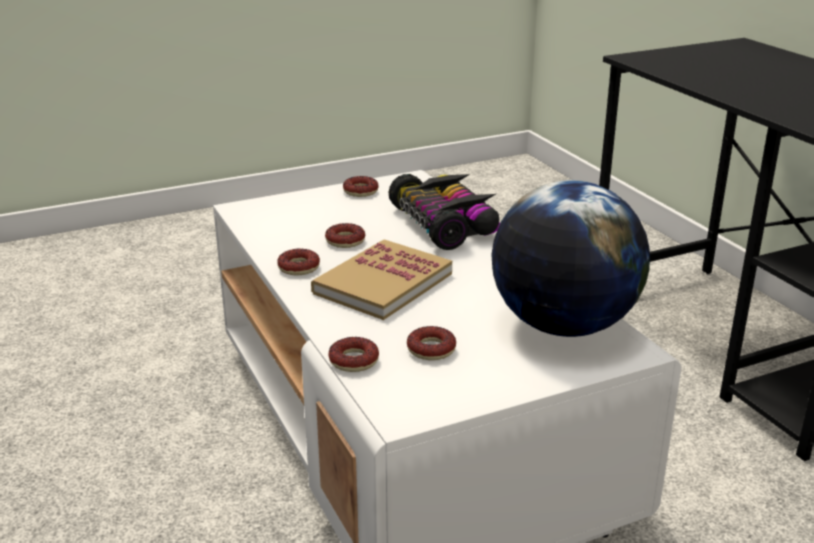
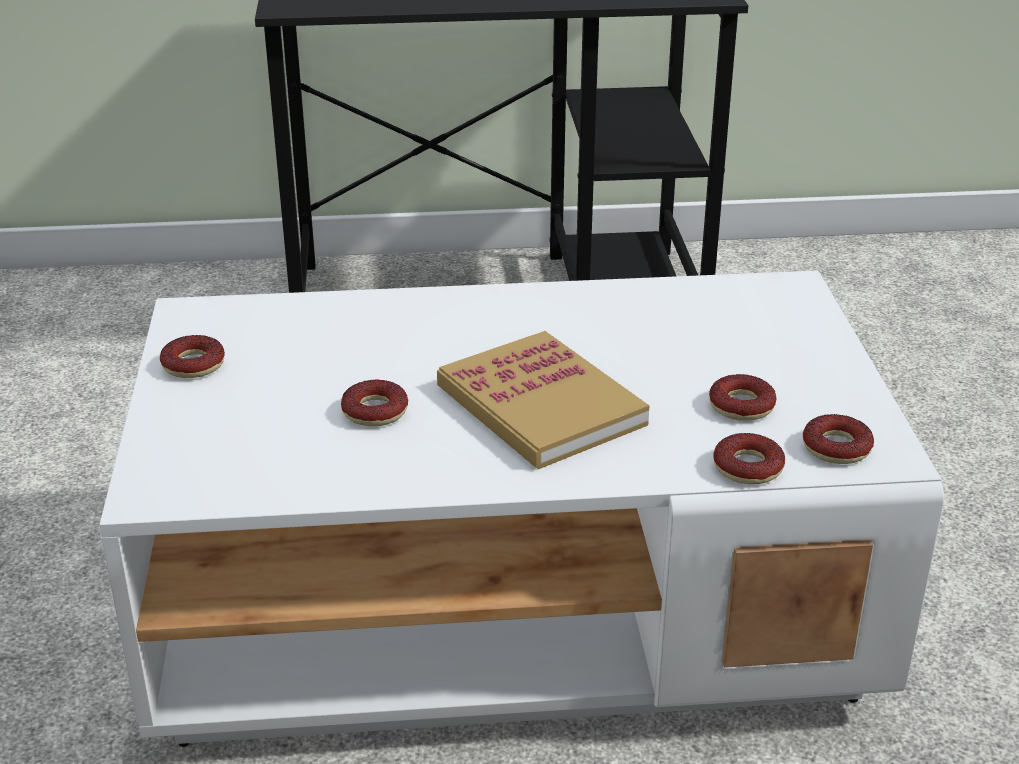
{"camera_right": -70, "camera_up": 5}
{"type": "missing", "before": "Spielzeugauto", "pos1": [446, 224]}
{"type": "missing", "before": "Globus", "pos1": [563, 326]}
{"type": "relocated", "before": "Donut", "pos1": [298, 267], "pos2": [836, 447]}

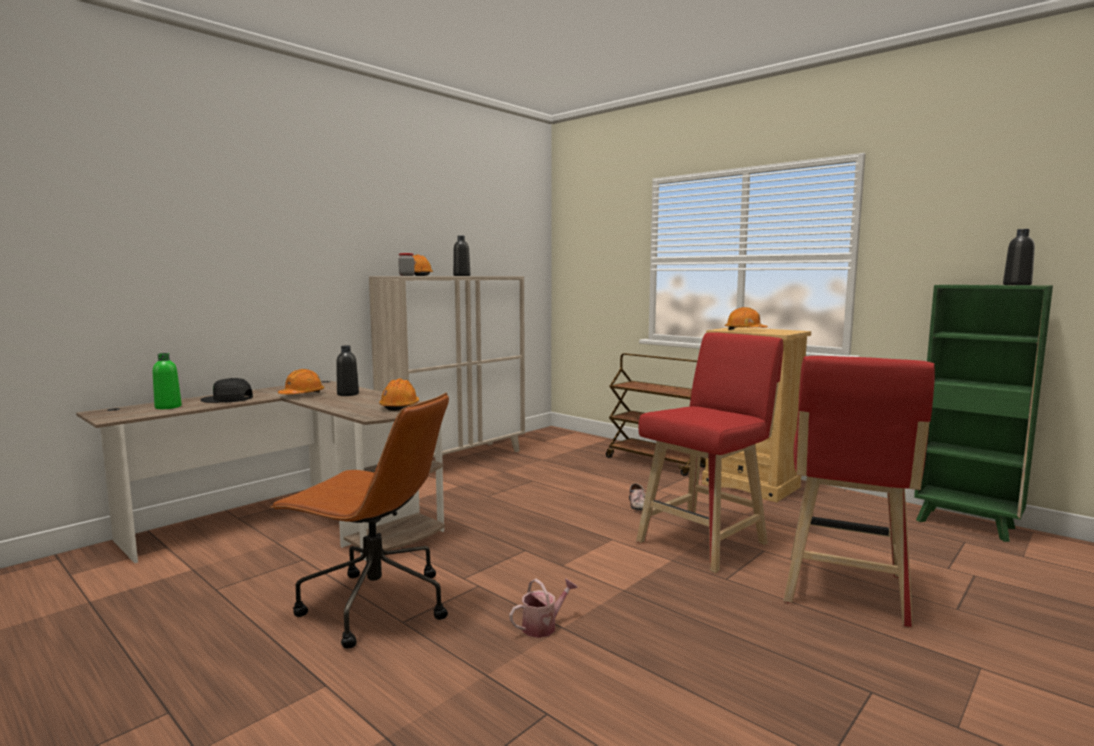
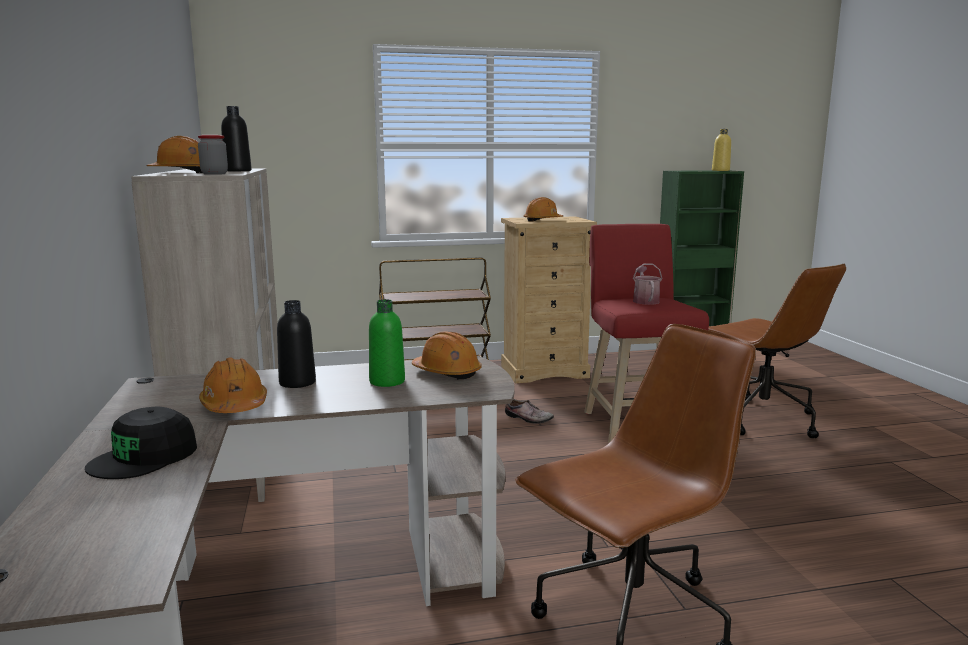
{"camera_right": -55, "camera_up": 5}
{"type": "colour", "before": "Flasche/schwarz", "after": "Flasche/gelb", "pos1": [1017, 285], "pos2": [720, 170]}
{"type": "relocated", "before": "Flasche/grün", "pos1": [168, 407], "pos2": [387, 381]}
{"type": "exchanged", "before": "Hocker/rot", "after": "Bürostuhl/braun", "pos1": [844, 593], "pos2": [760, 418]}
{"type": "relocated", "before": "Gießkanne", "pos1": [543, 626], "pos2": [645, 300]}

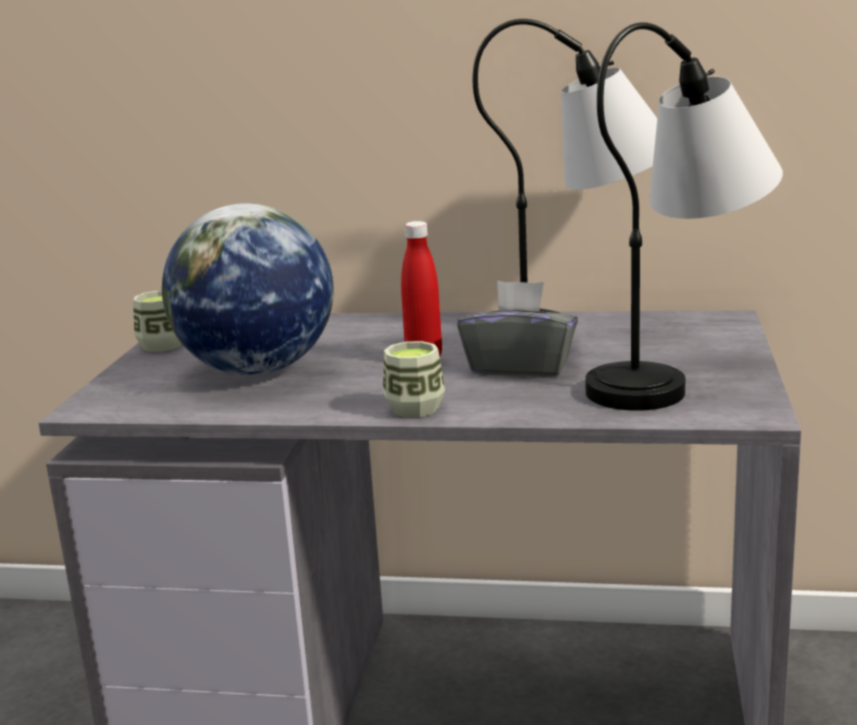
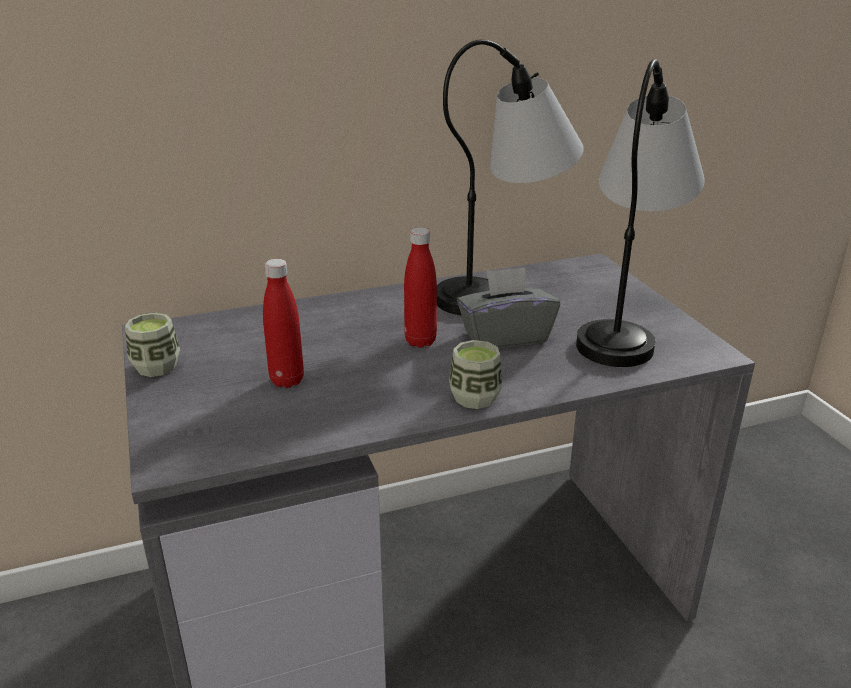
{"camera_right": -30, "camera_up": 10}
{"type": "exchanged", "before": "Globus", "after": "Flasche/rot", "pos1": [256, 370], "pos2": [287, 380]}

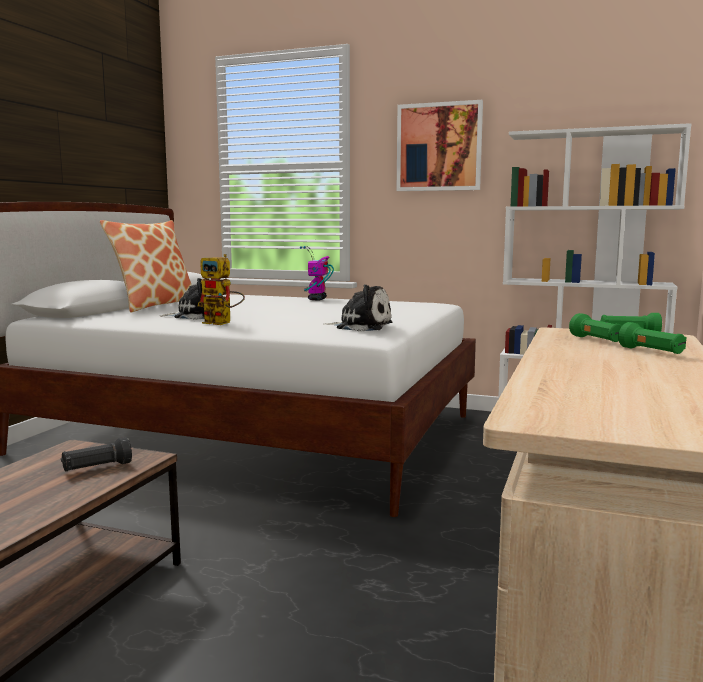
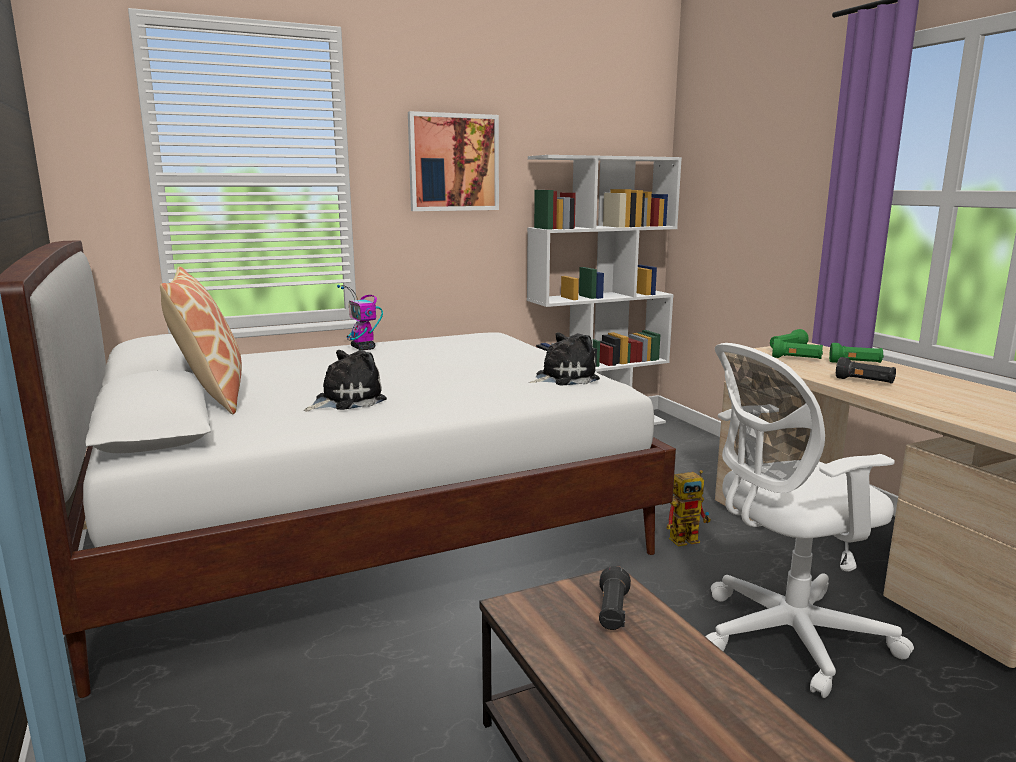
{"camera_right": -45, "camera_up": 5}
{"type": "relocated", "before": "Spielzeugroboter", "pos1": [223, 323], "pos2": [688, 538]}
{"type": "appeared", "after": "Bürostuhl/weiß", "pos2": [784, 637]}
{"type": "appeared", "after": "Taschenlampe/schwarz", "pos2": [864, 382]}

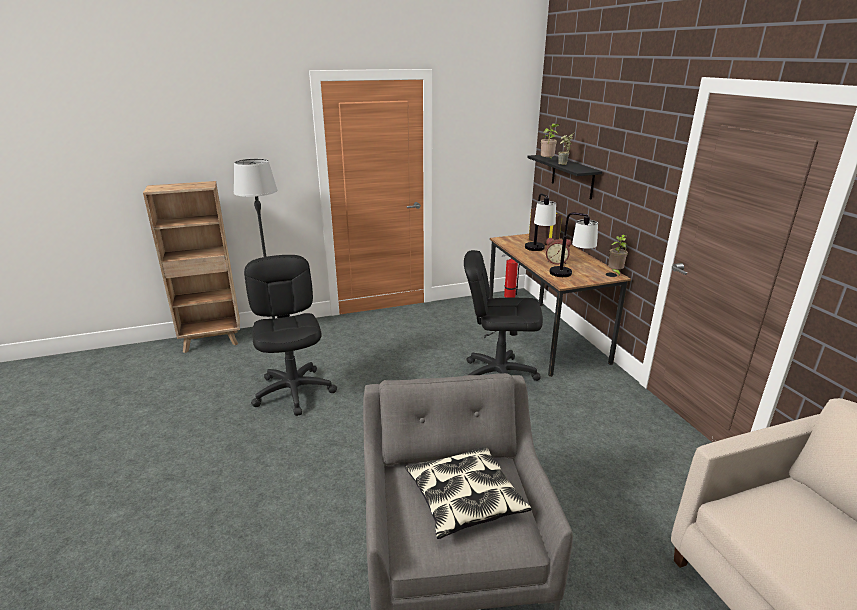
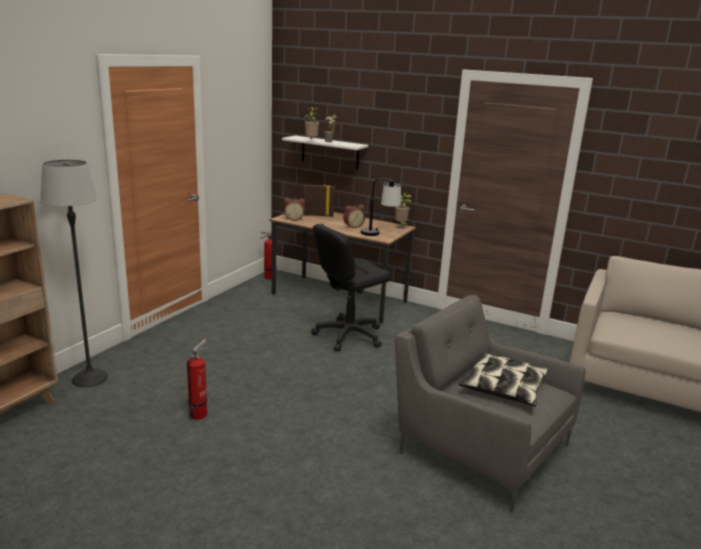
{"camera_right": -45, "camera_up": -5}
{"type": "colour", "before": "Wandregal/schwarz", "after": "Wandregal/weiß", "pos1": [572, 176], "pos2": [330, 152]}
{"type": "missing", "before": "Tischlampe", "pos1": [538, 251]}
{"type": "exchanged", "before": "Bürostuhl/schwarz", "after": "Feuerlöscher", "pos1": [294, 391], "pos2": [200, 413]}
{"type": "appeared", "after": "Wecker", "pos2": [294, 219]}

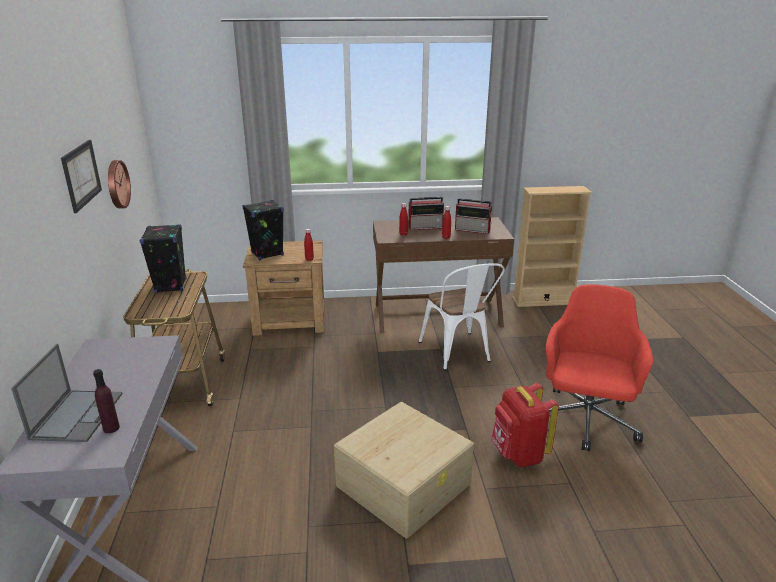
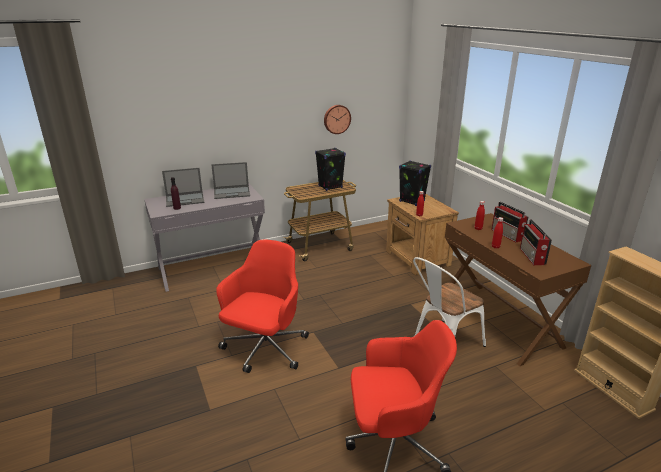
{"camera_right": 70, "camera_up": 0}
{"type": "missing", "before": "Bild", "pos1": [81, 175]}
{"type": "missing", "before": "Rucksack/rot", "pos1": [518, 454]}
{"type": "exchanged", "before": "Aufbewahrungsbox/beige", "after": "Bürostuhl/rot", "pos1": [404, 484], "pos2": [265, 349]}
{"type": "appeared", "after": "Laptop", "pos2": [232, 192]}

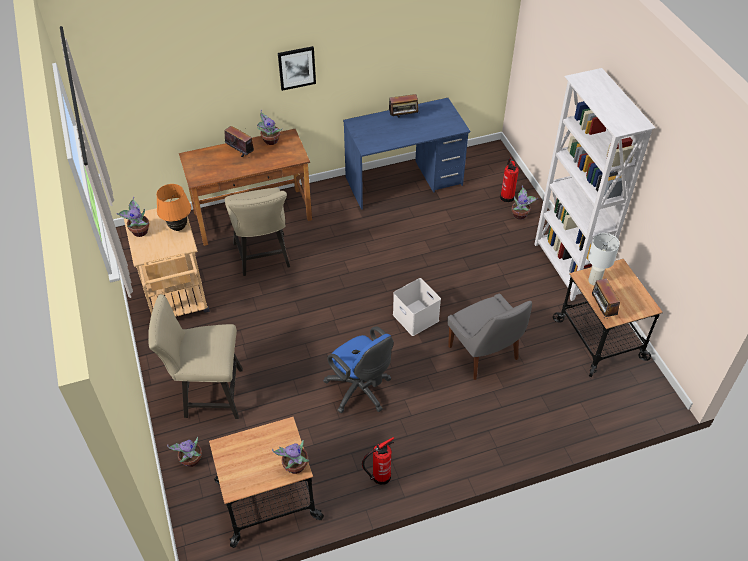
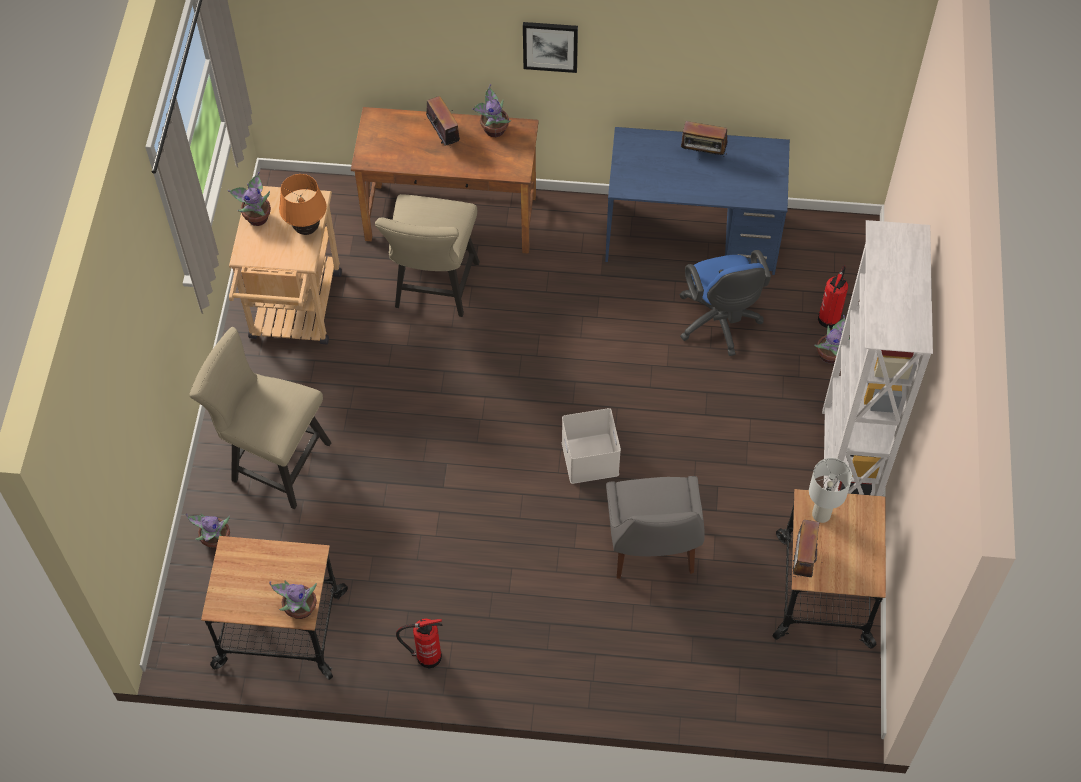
{"camera_right": 25, "camera_up": 10}
{"type": "relocated", "before": "Bürostuhl/blau", "pos1": [360, 391], "pos2": [719, 324]}

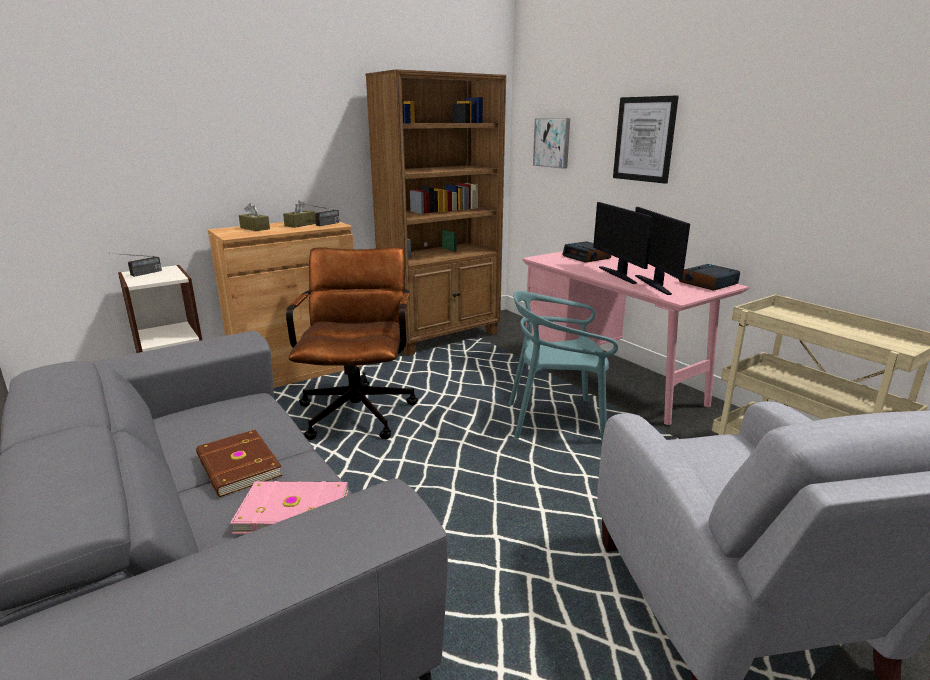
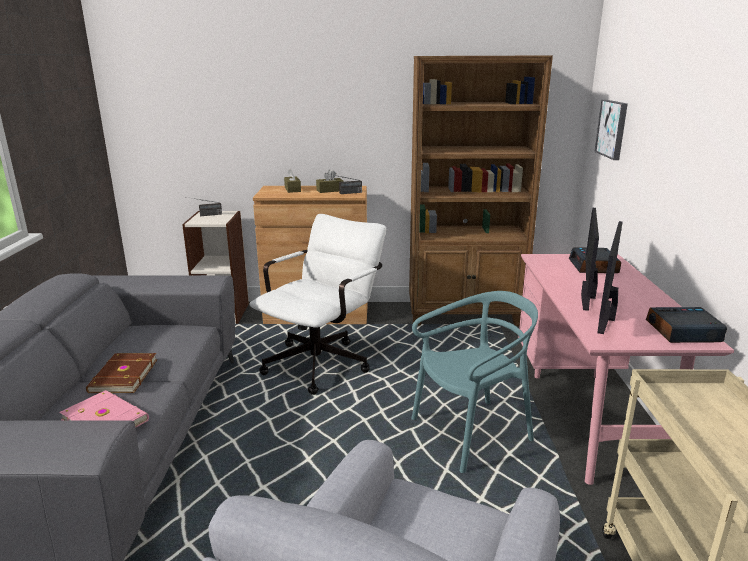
{"camera_right": 35, "camera_up": 0}
{"type": "missing", "before": "Bild", "pos1": [644, 139]}
{"type": "colour", "before": "Bürostuhl/braun", "after": "Bürostuhl/weiß", "pos1": [359, 408], "pos2": [323, 361]}
{"type": "spun", "before": "Stuhl/türkis", "pos1": [556, 420], "pos2": [471, 432], "turn": 120}

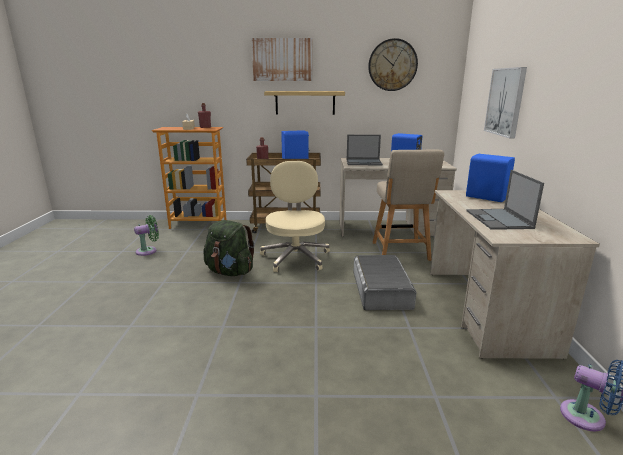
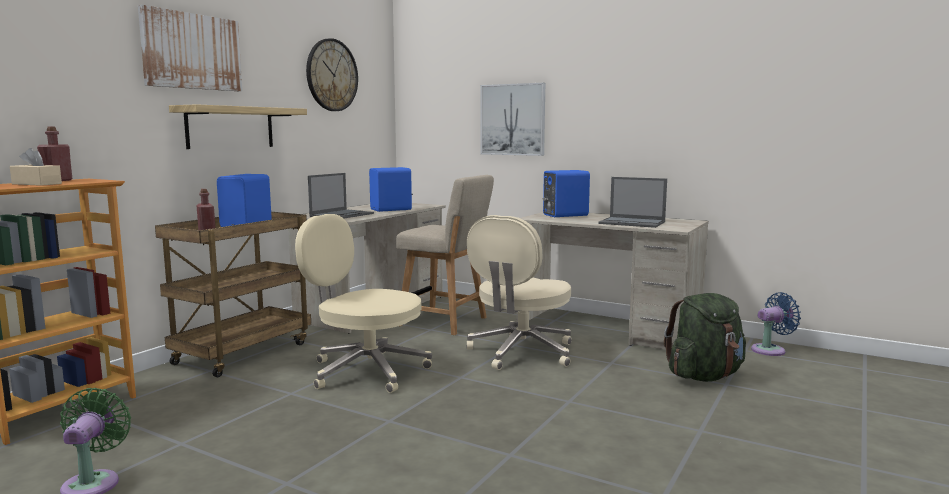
{"camera_right": -60, "camera_up": -10}
{"type": "relocated", "before": "Rucksack/grün", "pos1": [230, 272], "pos2": [704, 376]}
{"type": "exchanged", "before": "Aufbewahrungsbox/grau", "after": "Bürostuhl/beige", "pos1": [381, 289], "pos2": [521, 352]}

